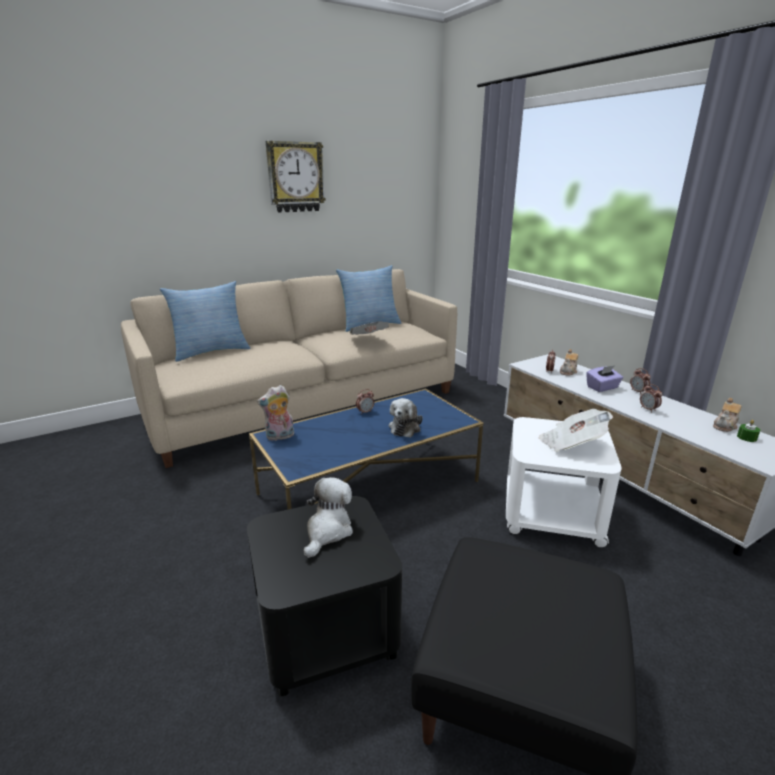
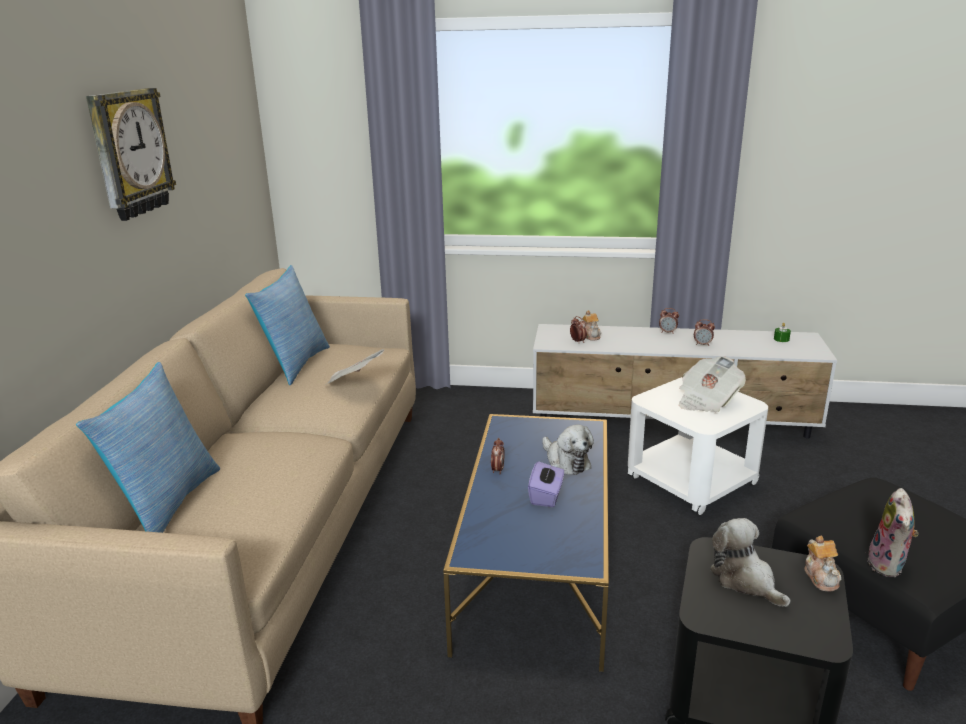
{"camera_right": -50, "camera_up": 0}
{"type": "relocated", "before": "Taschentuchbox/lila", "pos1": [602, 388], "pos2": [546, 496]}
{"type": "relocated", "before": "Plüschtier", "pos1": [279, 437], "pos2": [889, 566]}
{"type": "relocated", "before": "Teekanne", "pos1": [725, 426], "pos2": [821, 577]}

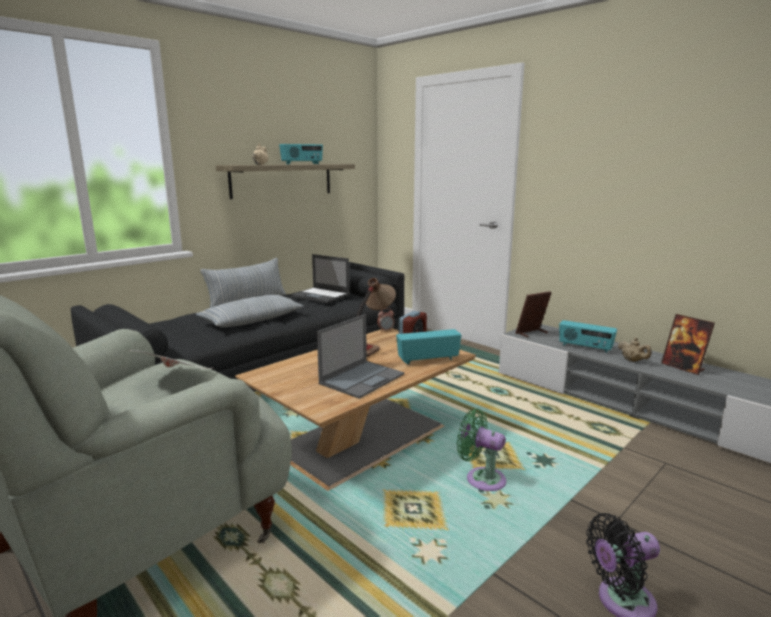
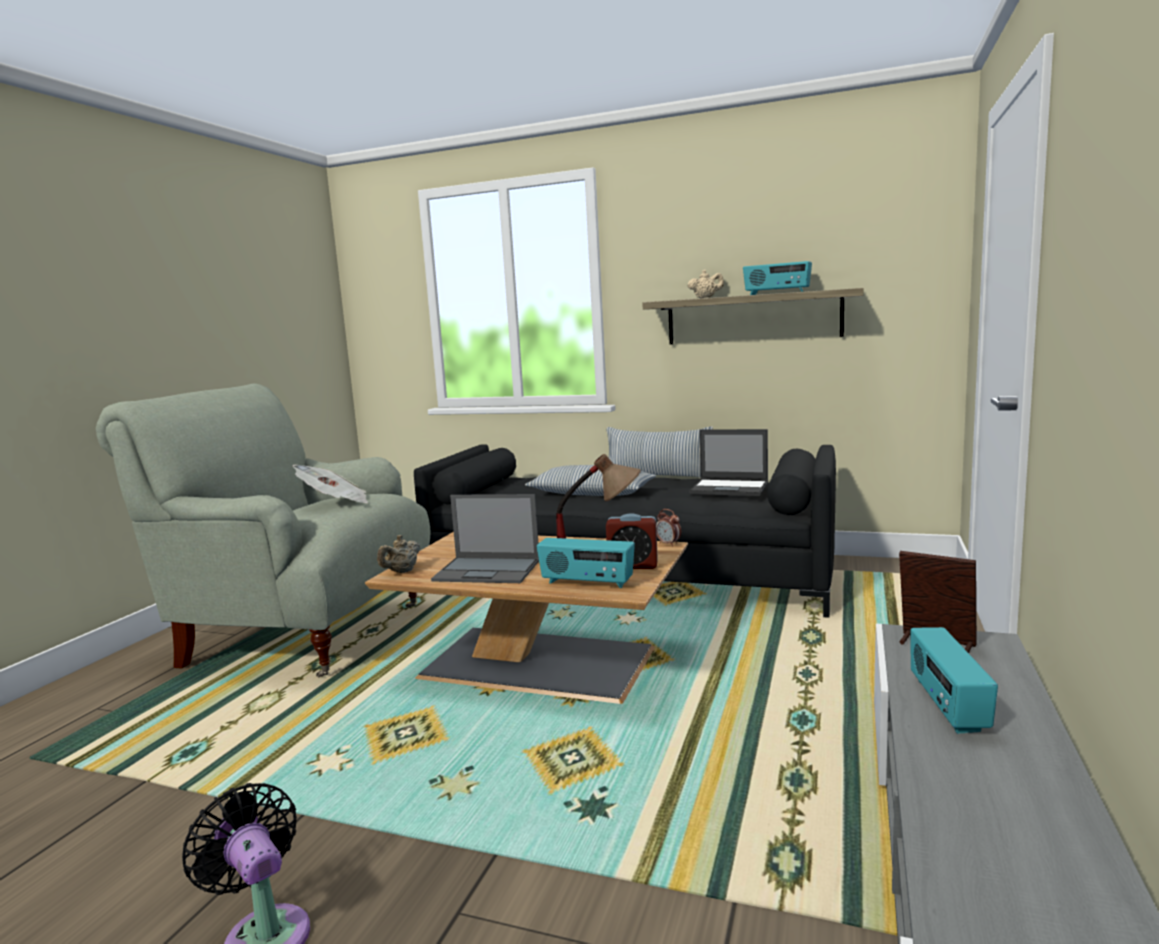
{"camera_right": 65, "camera_up": -5}
{"type": "spun", "before": "Laptop", "pos1": [321, 295], "pos2": [730, 488], "turn": -75}
{"type": "missing", "before": "Bilderrahmen", "pos1": [683, 367]}
{"type": "spun", "before": "Radio", "pos1": [428, 359], "pos2": [587, 583], "turn": 150}
{"type": "relocated", "before": "Teekanne/beige", "pos1": [633, 361], "pos2": [401, 572]}
{"type": "missing", "before": "Ventilator/grün", "pos1": [481, 478]}

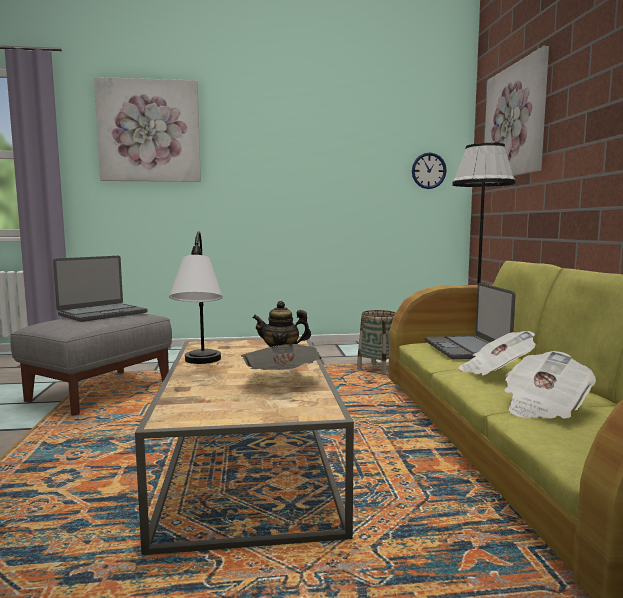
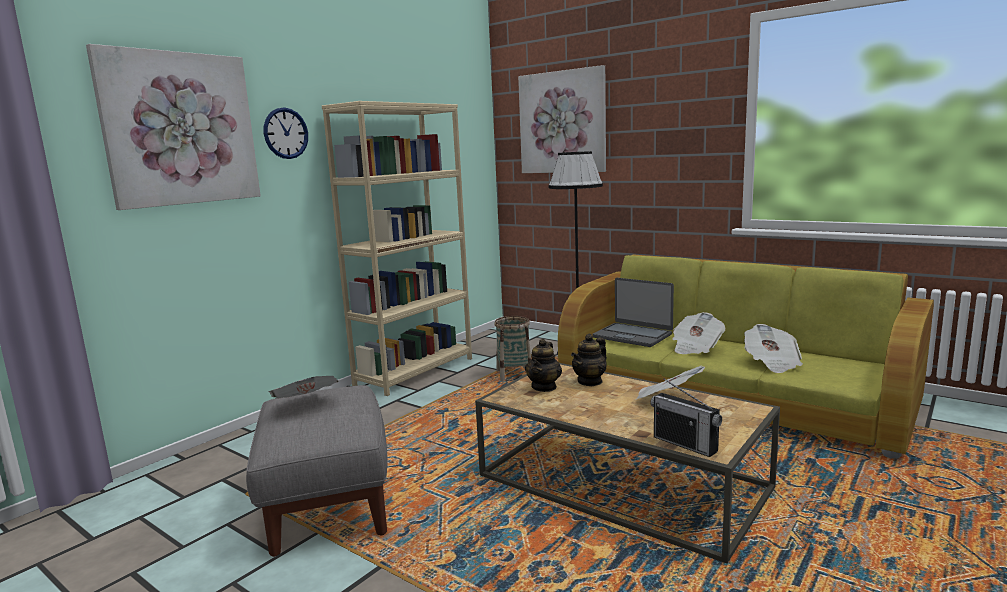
{"camera_right": -45, "camera_up": 5}
{"type": "relocated", "before": "Wanduhr", "pos1": [428, 170], "pos2": [286, 133]}
{"type": "missing", "before": "Tischlampe", "pos1": [199, 365]}
{"type": "exchanged", "before": "Laptop", "after": "Zeitung", "pos1": [102, 314], "pos2": [306, 405]}
{"type": "appeared", "after": "Bücherregal/beige", "pos2": [415, 371]}
{"type": "appeared", "after": "Teekanne", "pos2": [544, 387]}
{"type": "appeared", "after": "Radio", "pos2": [685, 444]}

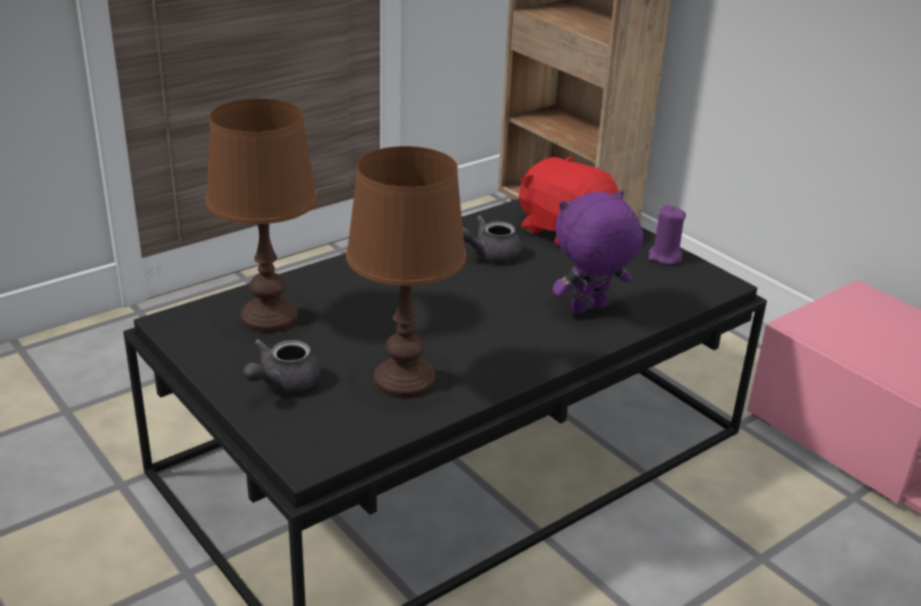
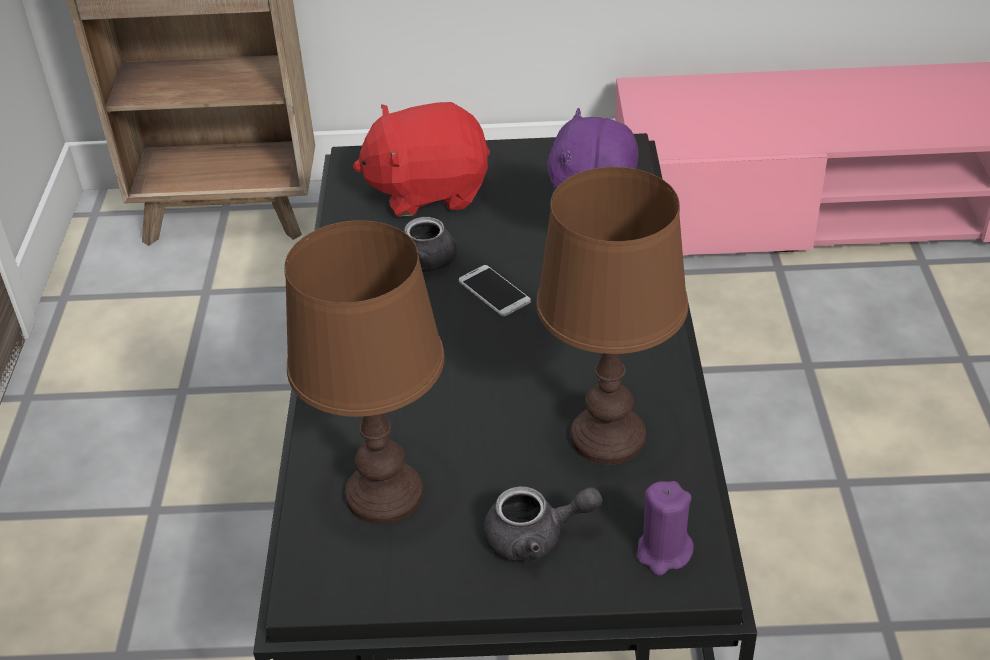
{"camera_right": -50, "camera_up": 10}
{"type": "relocated", "before": "Kerze/lila", "pos1": [664, 257], "pos2": [663, 552]}
{"type": "spun", "before": "Teekanne/grau", "pos1": [283, 384], "pos2": [536, 537], "turn": -75}
{"type": "appeared", "after": "Handy", "pos2": [494, 291]}

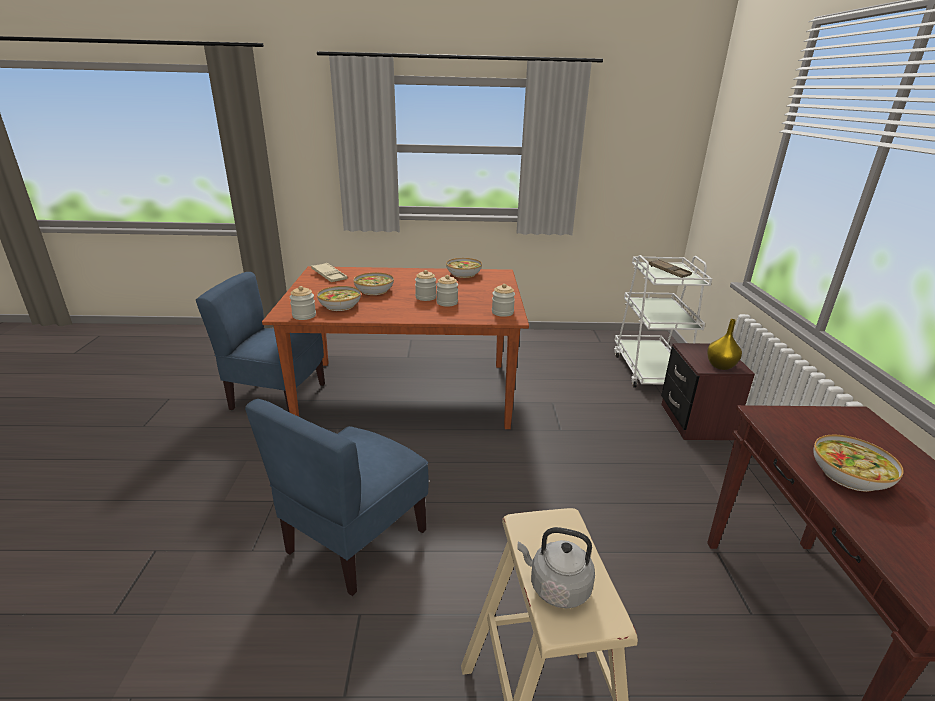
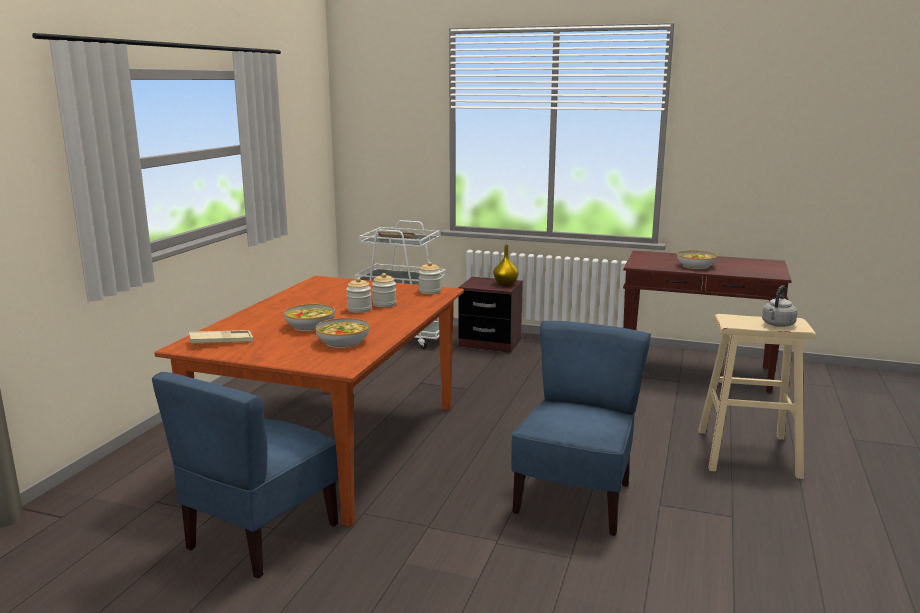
{"camera_right": -70, "camera_up": -10}
{"type": "missing", "before": "Schüssel", "pos1": [464, 274]}
{"type": "missing", "before": "Vorratsglas", "pos1": [304, 316]}
{"type": "spun", "before": "Stuhl/blau", "pos1": [355, 541], "pos2": [575, 499], "turn": -120}

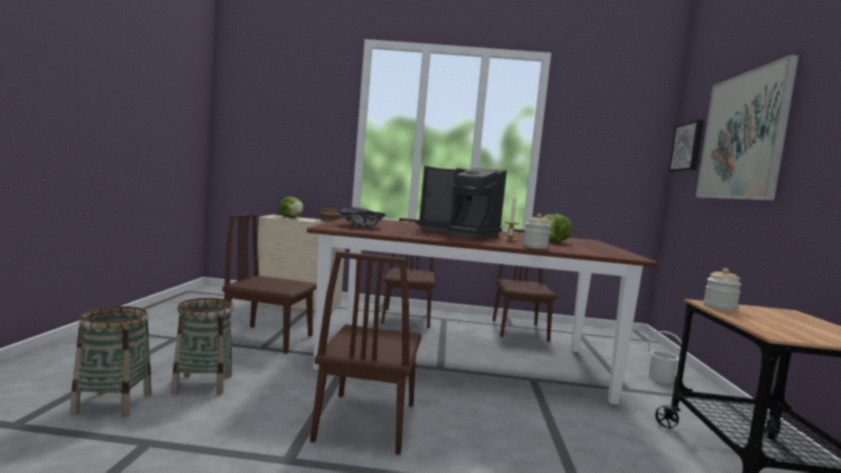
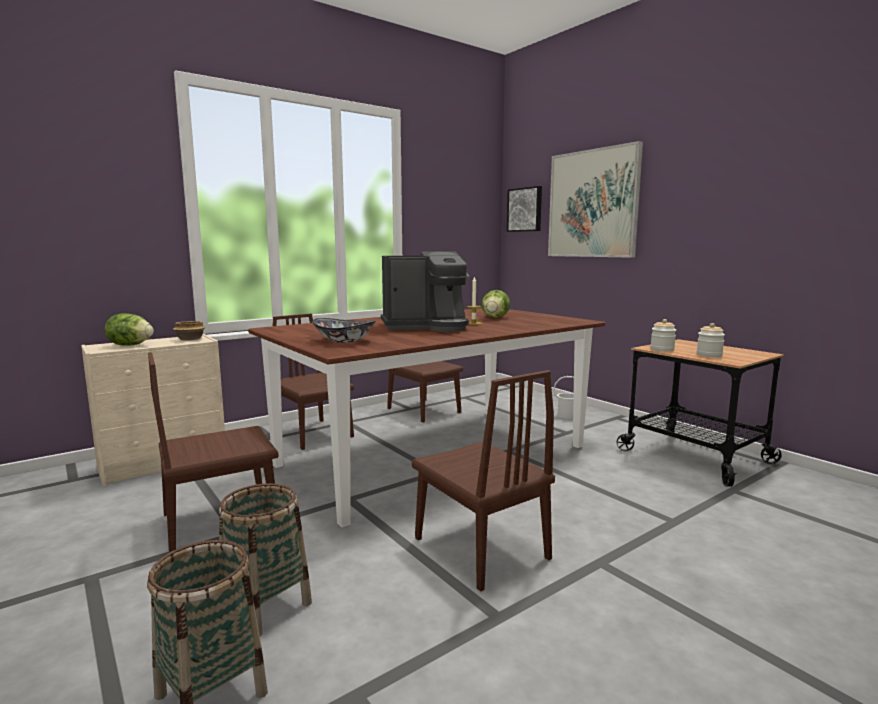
{"camera_right": -40, "camera_up": 5}
{"type": "relocated", "before": "Vorratsglas", "pos1": [535, 247], "pos2": [709, 355]}

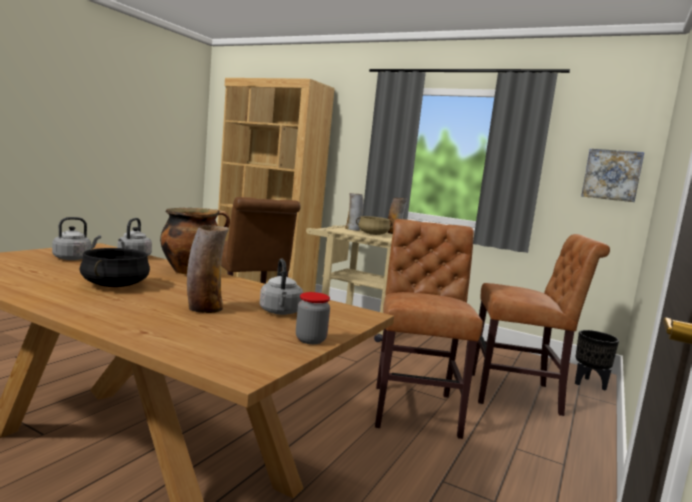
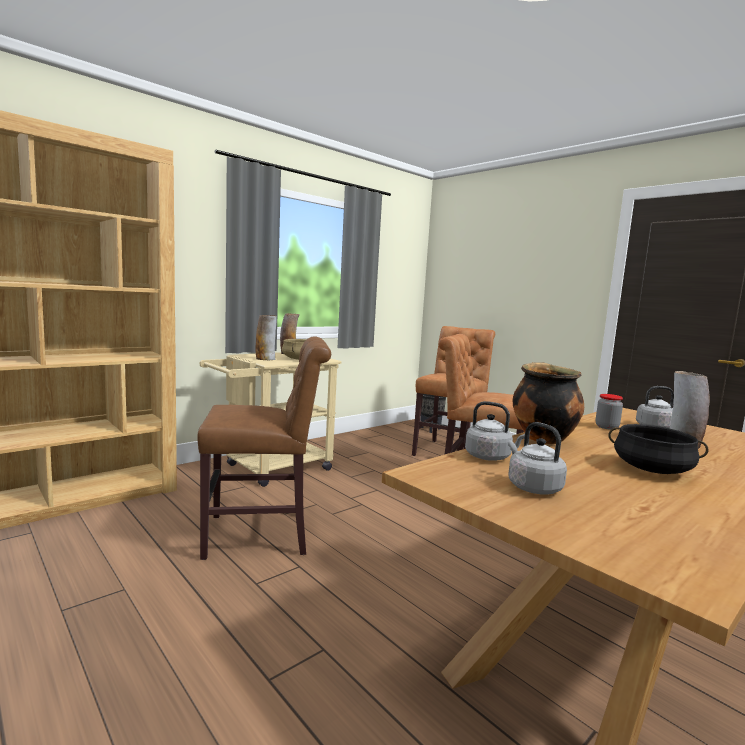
{"camera_right": -70, "camera_up": 0}
{"type": "missing", "before": "Bild", "pos1": [611, 175]}
{"type": "relocated", "before": "Vorratsglas", "pos1": [310, 340], "pos2": [606, 427]}

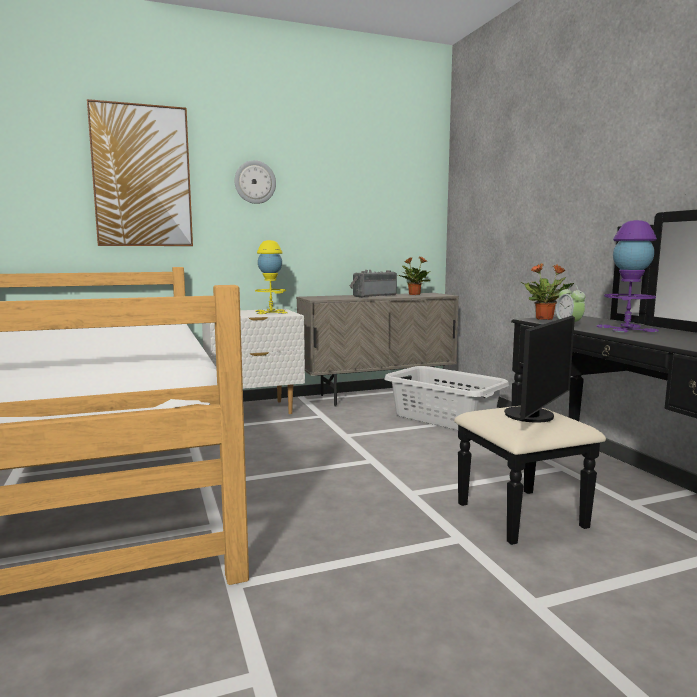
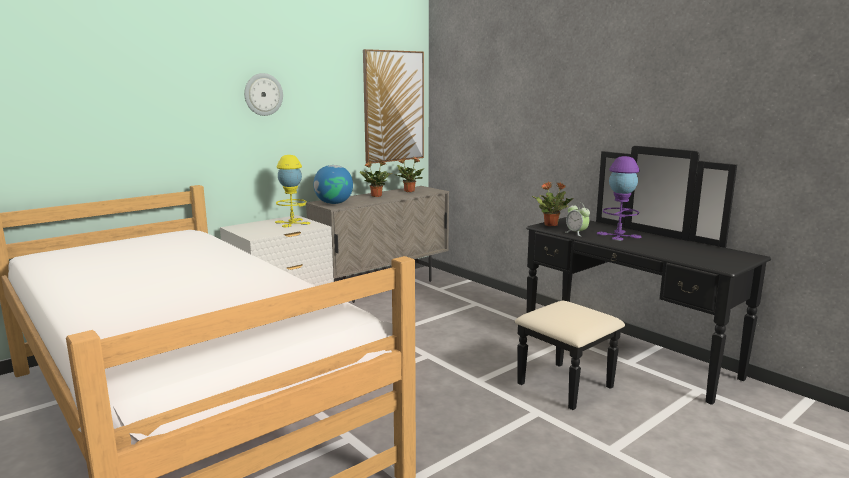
{"camera_right": -20, "camera_up": 5}
{"type": "relocated", "before": "Bild", "pos1": [142, 176], "pos2": [393, 106]}
{"type": "exchanged", "before": "Radio", "after": "Topfpflanze", "pos1": [373, 295], "pos2": [376, 196]}
{"type": "missing", "before": "Monitor", "pos1": [534, 416]}
{"type": "missing", "before": "Wäschekorb/grau", "pos1": [444, 418]}
{"type": "appeared", "after": "Globus", "pos2": [334, 203]}

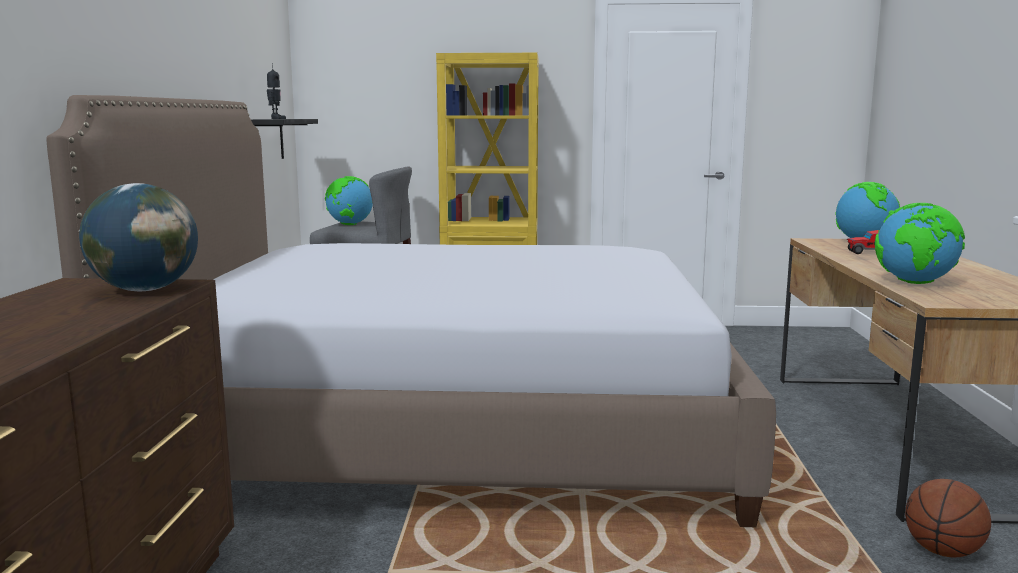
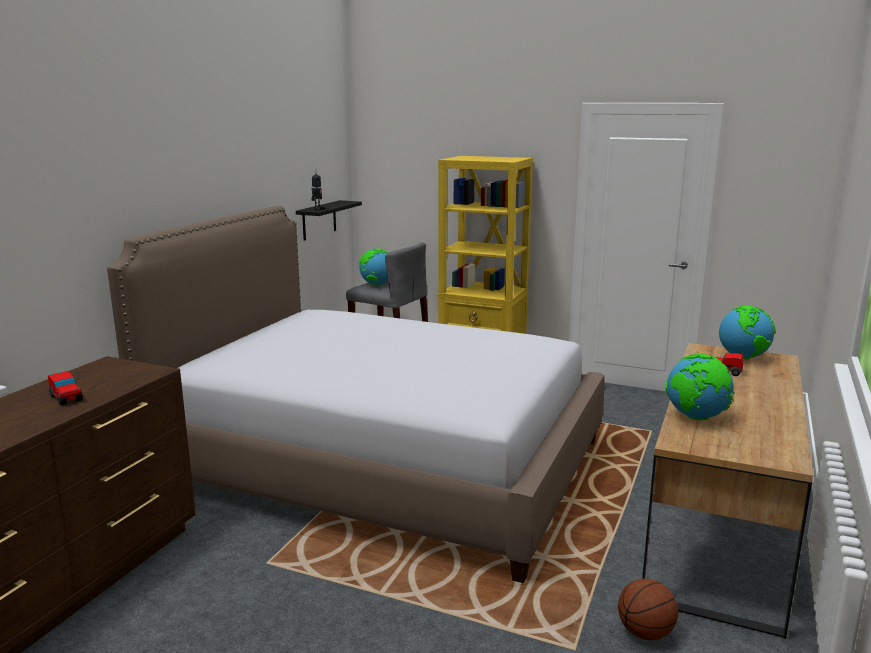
{"camera_right": 20, "camera_up": 5}
{"type": "missing", "before": "Globus", "pos1": [144, 290]}
{"type": "appeared", "after": "Spielzeugauto", "pos2": [66, 398]}

